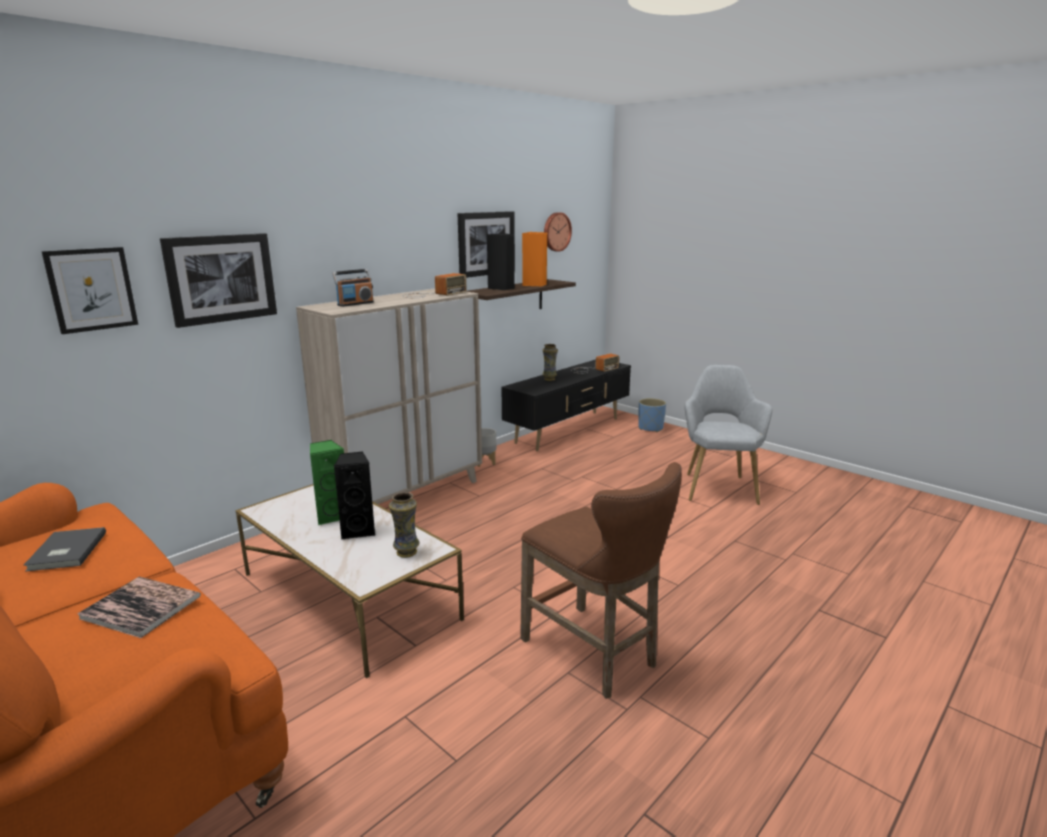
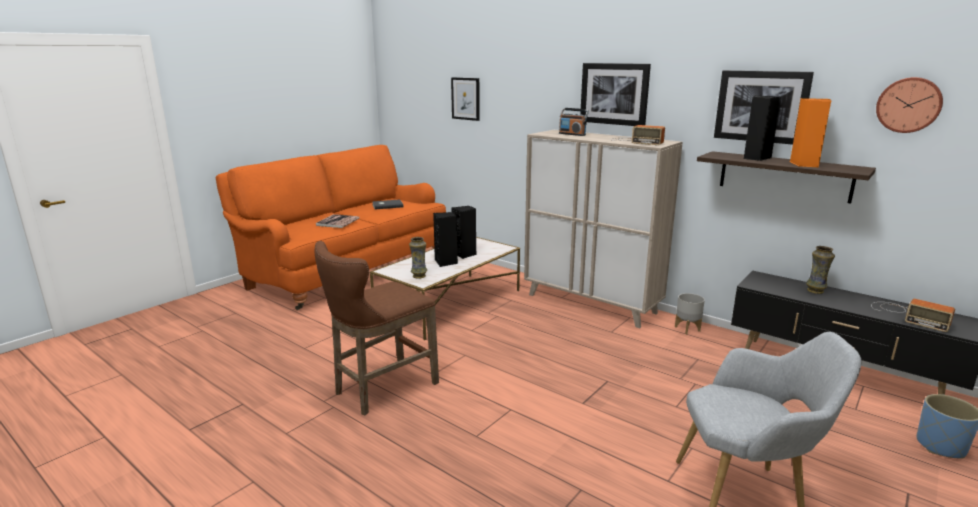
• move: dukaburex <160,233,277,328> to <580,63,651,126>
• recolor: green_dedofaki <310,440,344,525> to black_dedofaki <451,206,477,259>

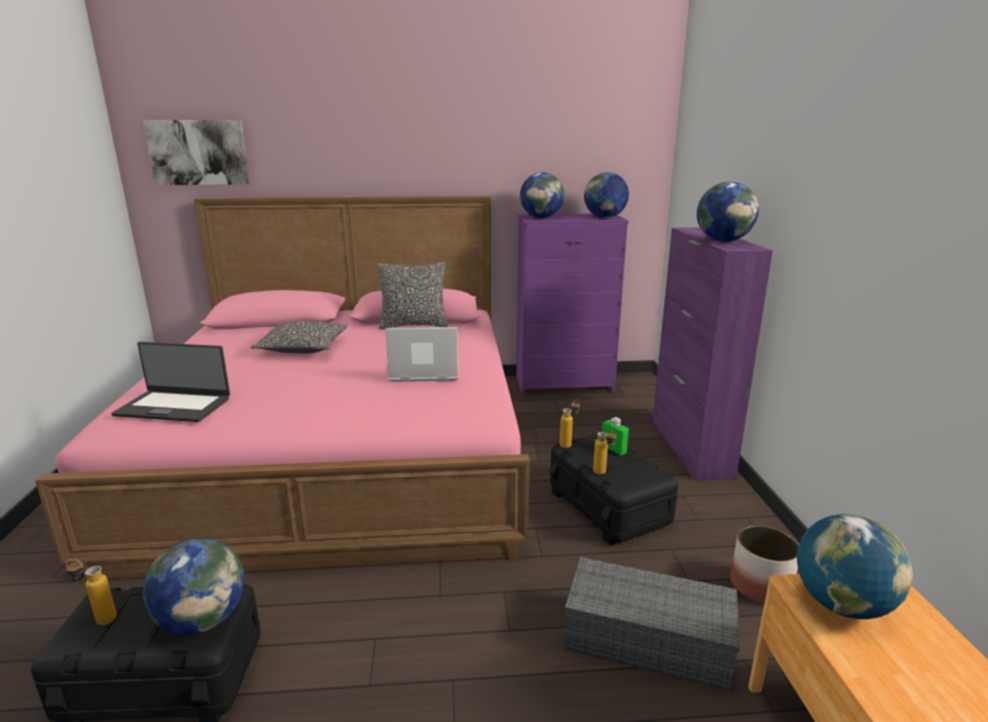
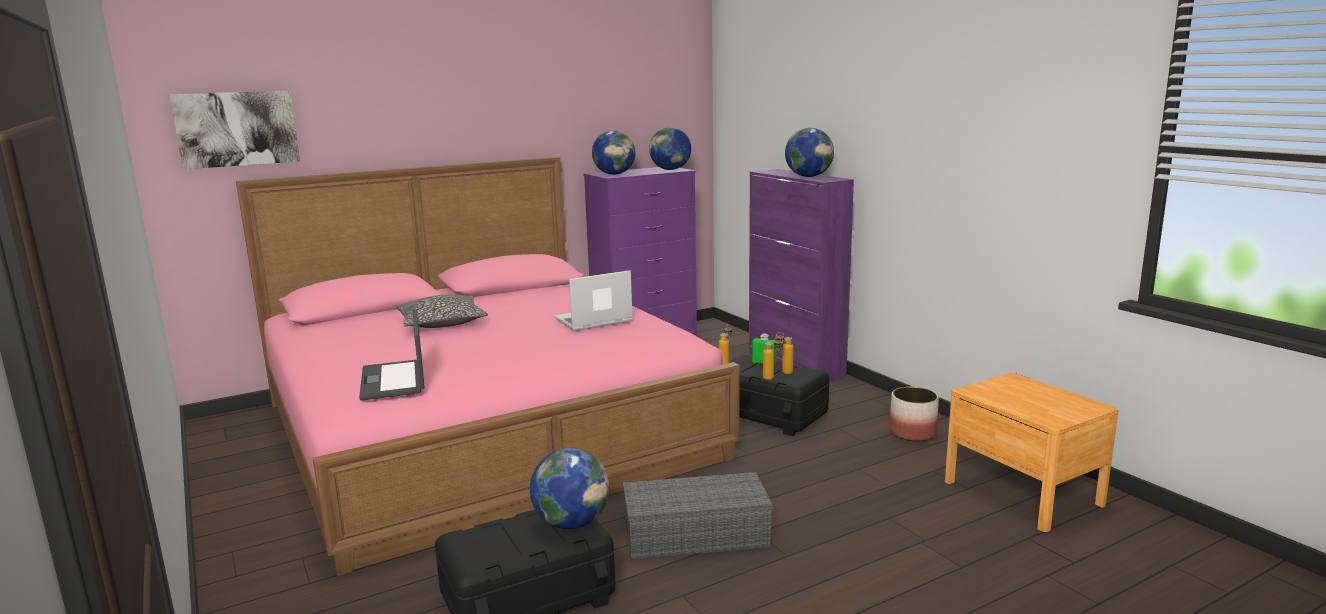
• delete: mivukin <378,262,448,329>
• delete: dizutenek <797,514,913,619>
• move: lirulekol <66,559,117,625> to <776,332,794,374>
• move: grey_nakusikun <564,557,740,691> to <623,472,773,560>
• rotate: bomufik <111,342,230,422> = <359,309,425,401> 90 degrees clockwise

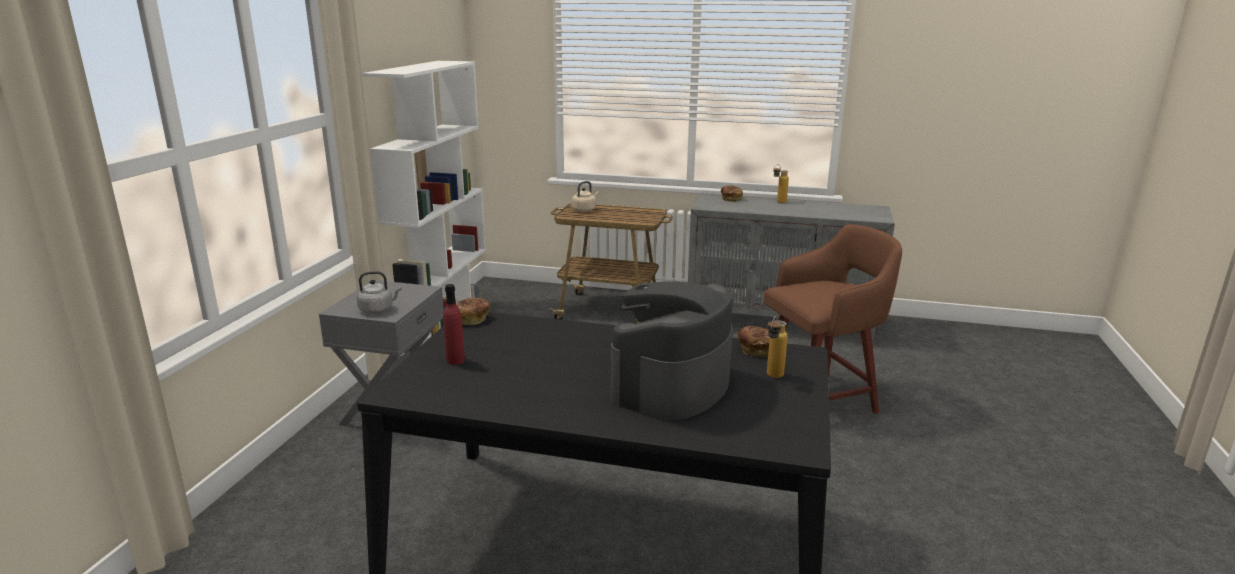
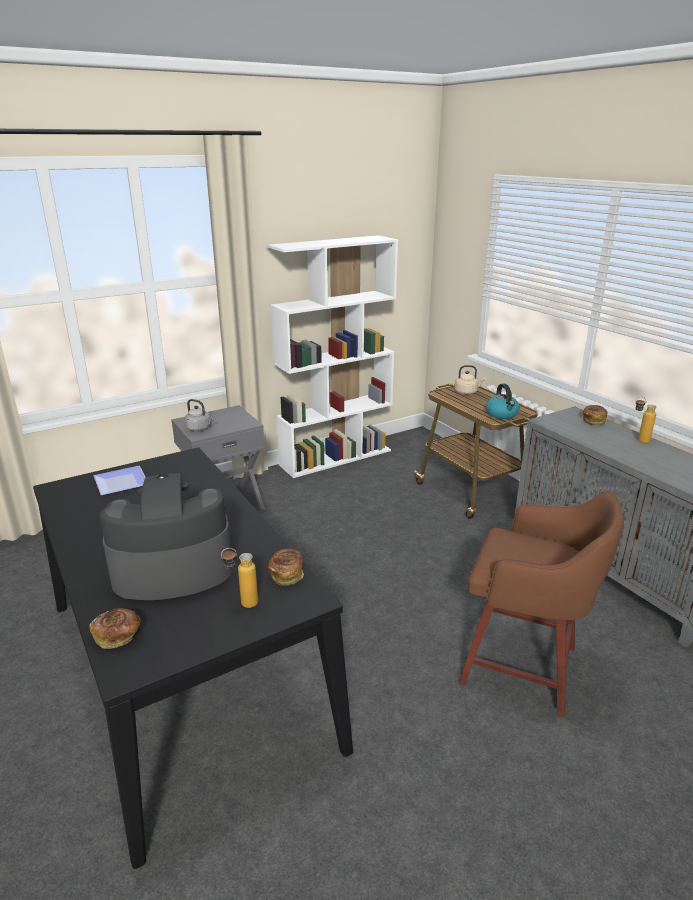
• insert: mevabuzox <486,384,520,419>
• move: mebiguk <457,298,490,325> to <89,608,141,649>
• replace: red_lirulekol <443,284,465,365> to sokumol <94,466,146,496>

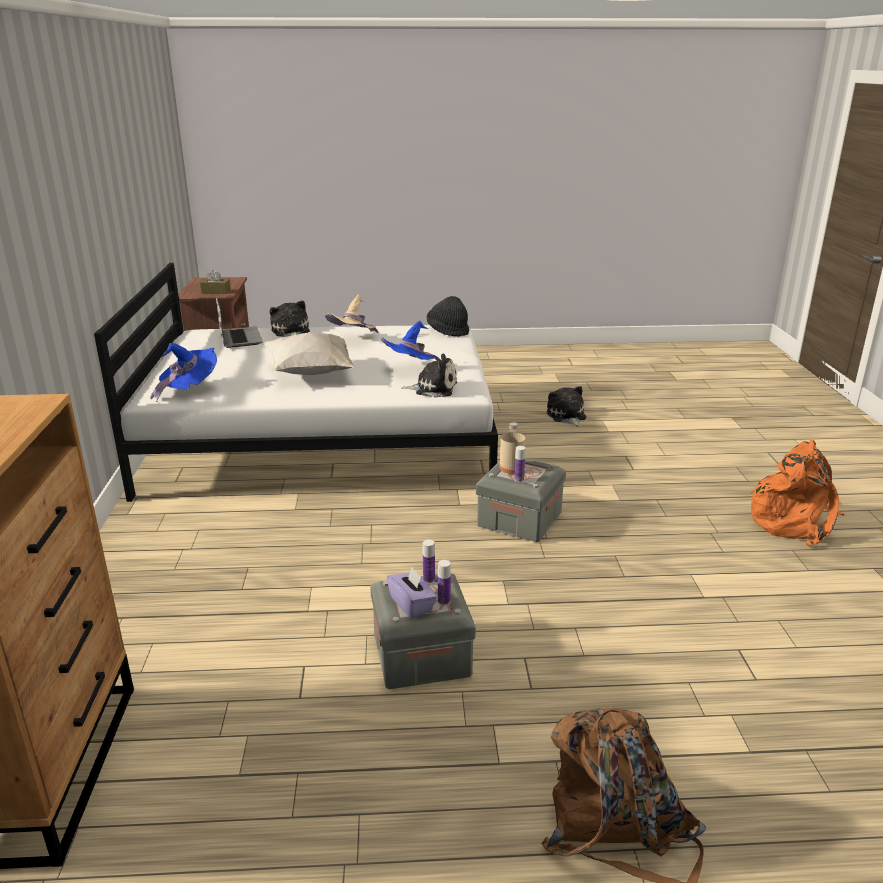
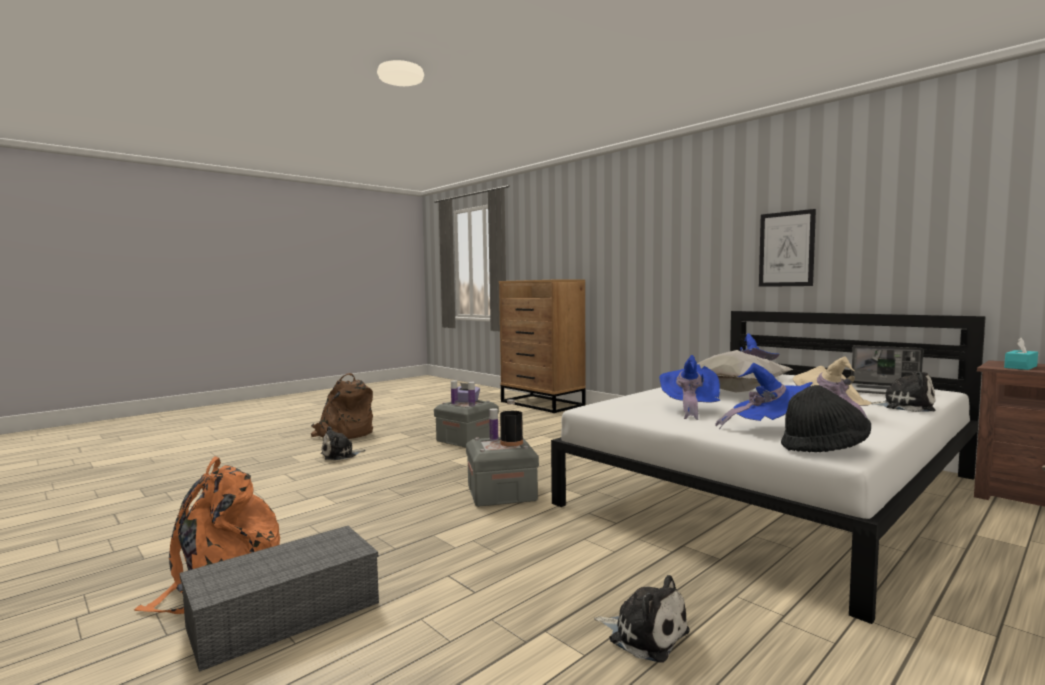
• insert: grey_nakusikun <180,526,379,672>
• insert: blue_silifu <715,363,813,430>
• insert: dukaburex <759,209,816,287>
• move: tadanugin <401,353,457,398> to <321,426,365,460>
• recolor: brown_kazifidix <200,270,231,294> to turquoise_kazifidix <1004,338,1038,370>
• recolor: beige_lirulekol <499,422,525,474> to black_lirulekol <500,399,523,447>

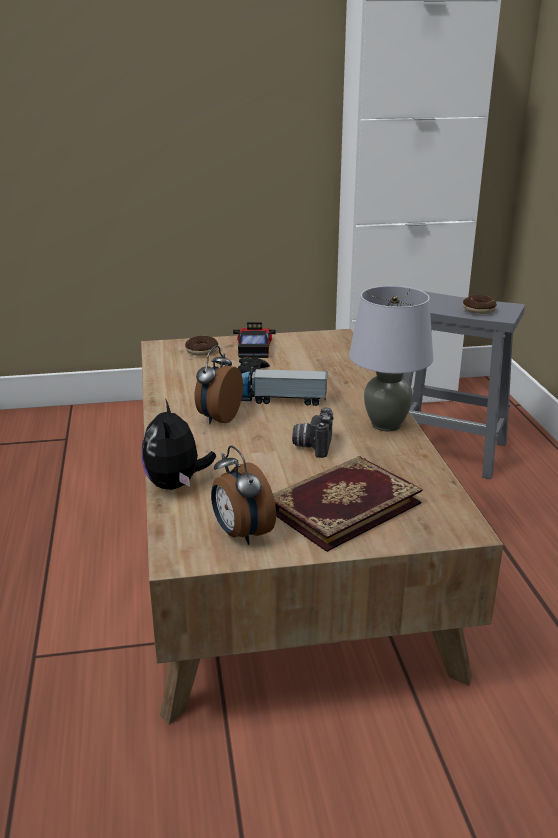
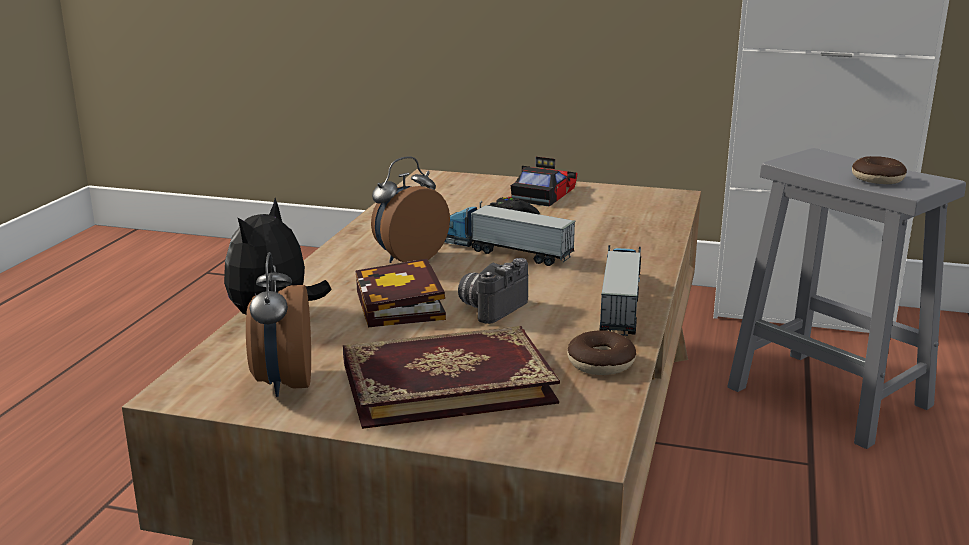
• insert: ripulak <355,259,446,327>
• move: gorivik <185,336,218,356> to <567,330,636,375>
• replace: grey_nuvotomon <349,286,434,432> to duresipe <600,245,641,336>

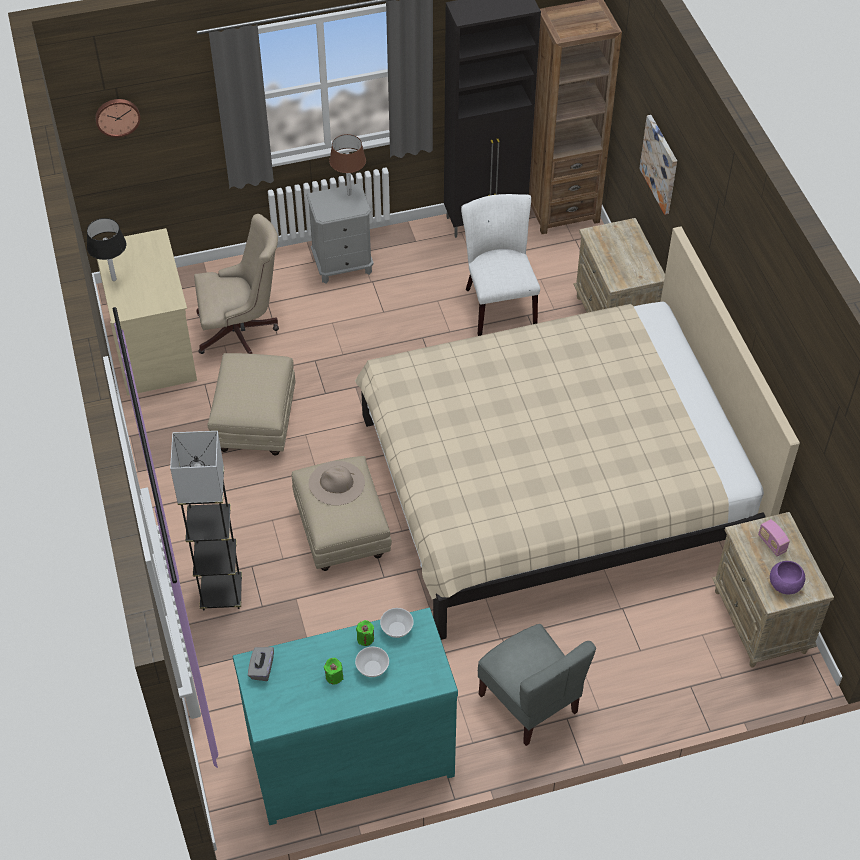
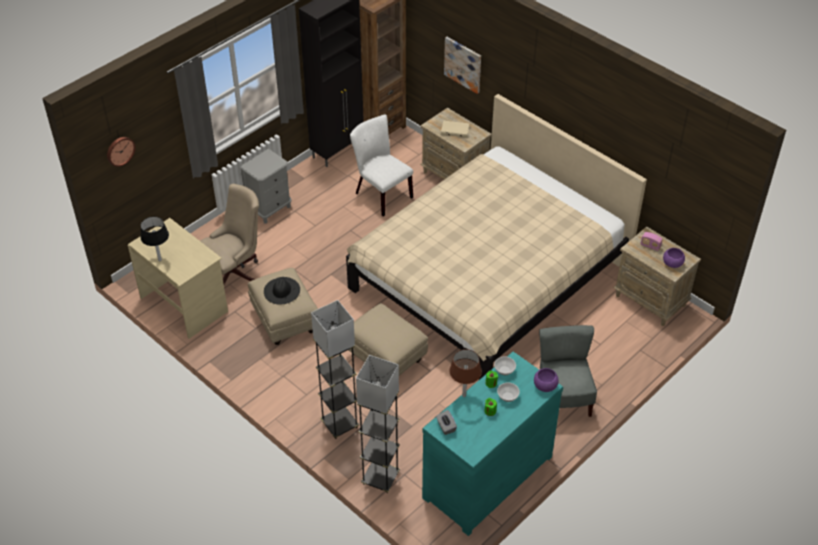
• delete: beige_silifu <309,461,365,506>
• insert: black_silifu <264,277,300,305>
• insert: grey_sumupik <356,355,400,493>
• insert: beige_ripulak <441,121,469,138>
• insert: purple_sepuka <534,368,559,392>
• move: brown_nuvotomon <329,134,366,196> to <449,349,482,397>
• rotate: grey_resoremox <478,624,596,746> = <539,325,597,417> 120 degrees counterclockwise

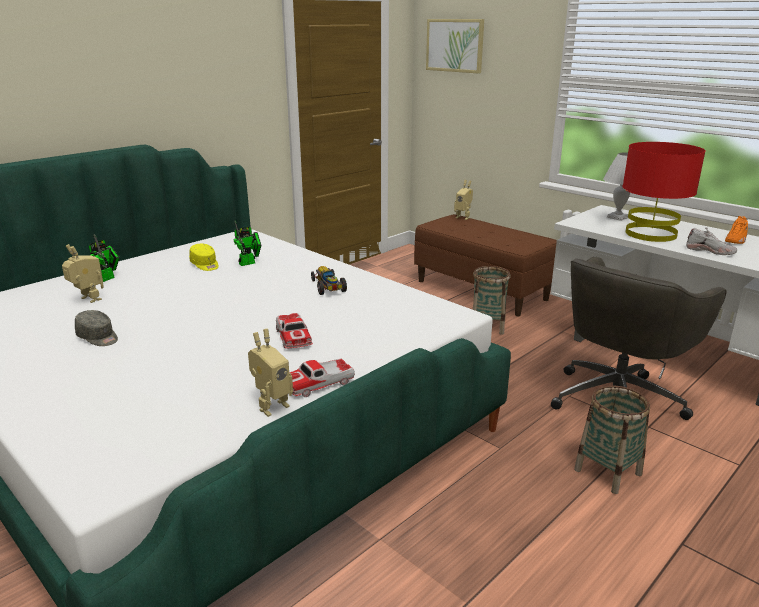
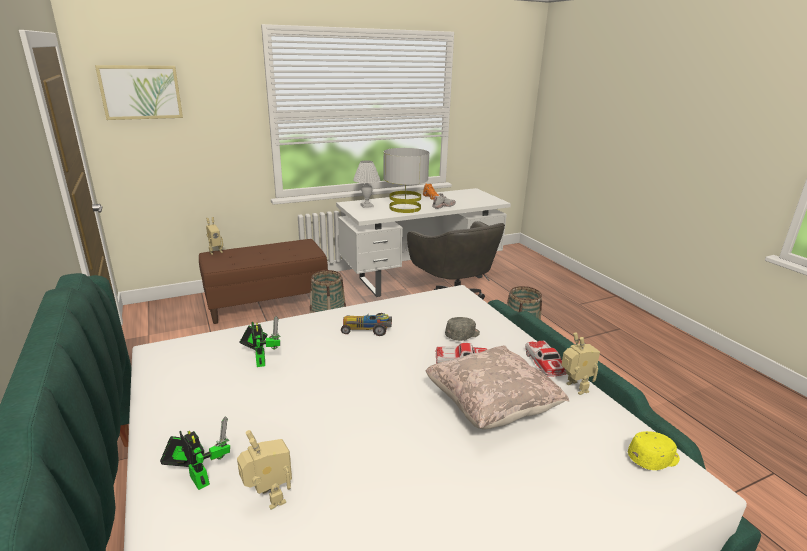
• insert: beige_mivukin <426,345,569,430>
• move: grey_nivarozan <75,310,118,346> to <445,317,480,341>
• move: yellow_nivarozan <189,244,219,271> to <628,431,680,470>
• recolor: red_nuvotomon <622,142,706,242> to grey_nuvotomon <383,148,429,213>
• rotate: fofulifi <62,244,104,303> = <237,430,292,510> 90 degrees clockwise

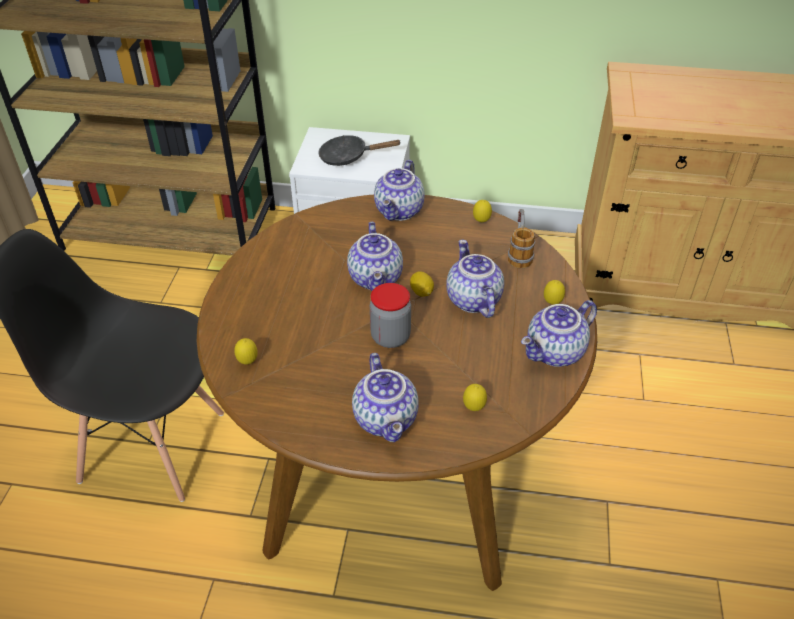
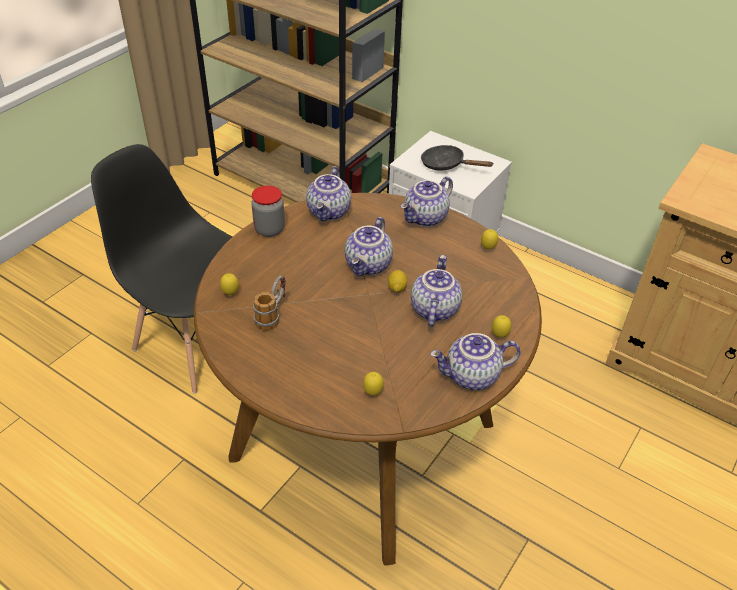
• move: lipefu <352,353,419,442> to <306,166,351,221>
• move: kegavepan <370,283,411,348> to <251,186,285,237>
• move: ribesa <508,209,535,268> to <253,276,285,331>

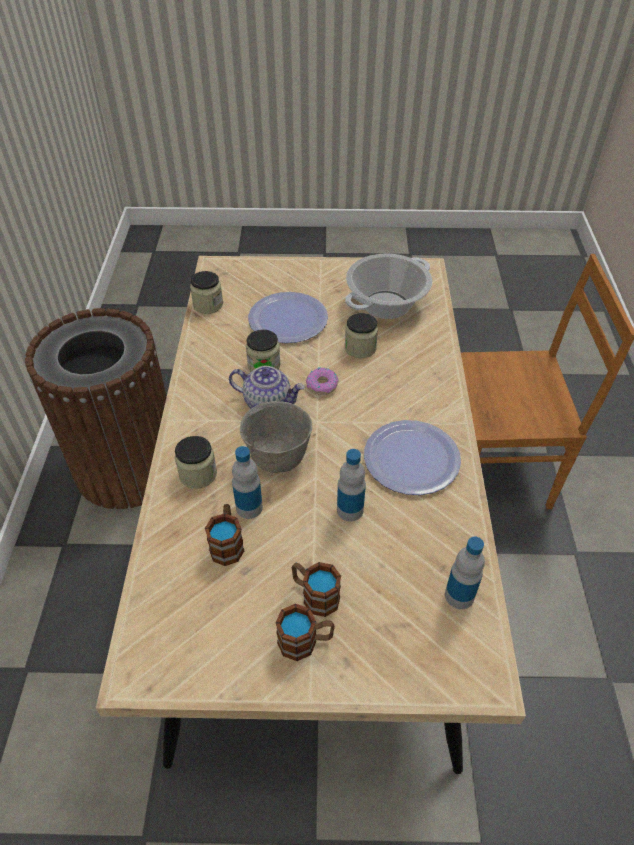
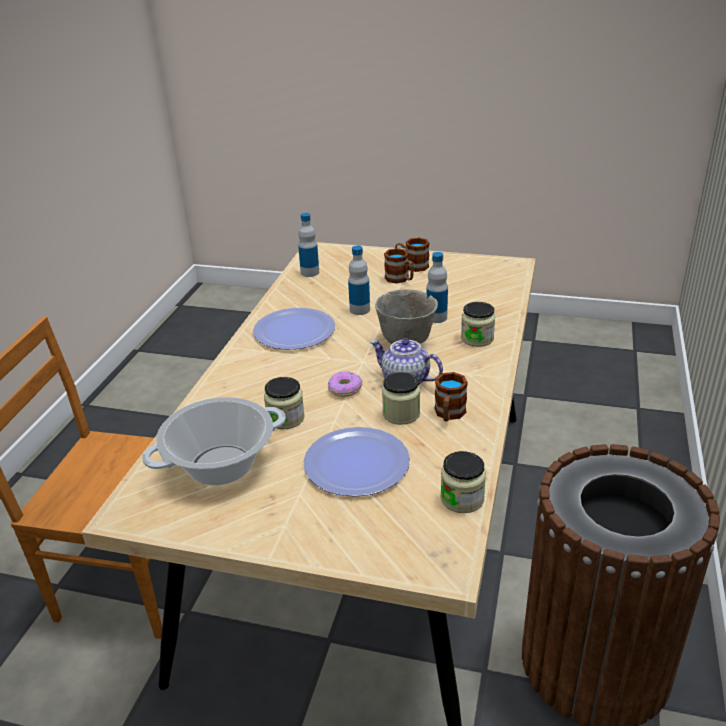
• move: ribesa <205,504,244,566> to <434,372,468,421>

